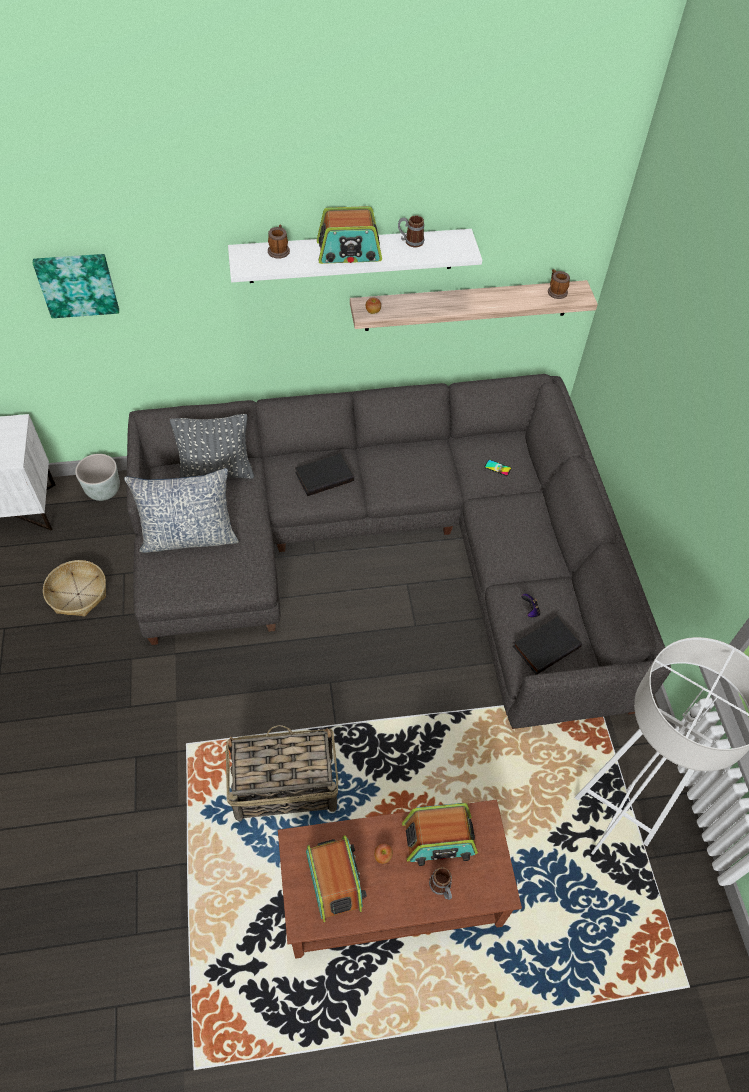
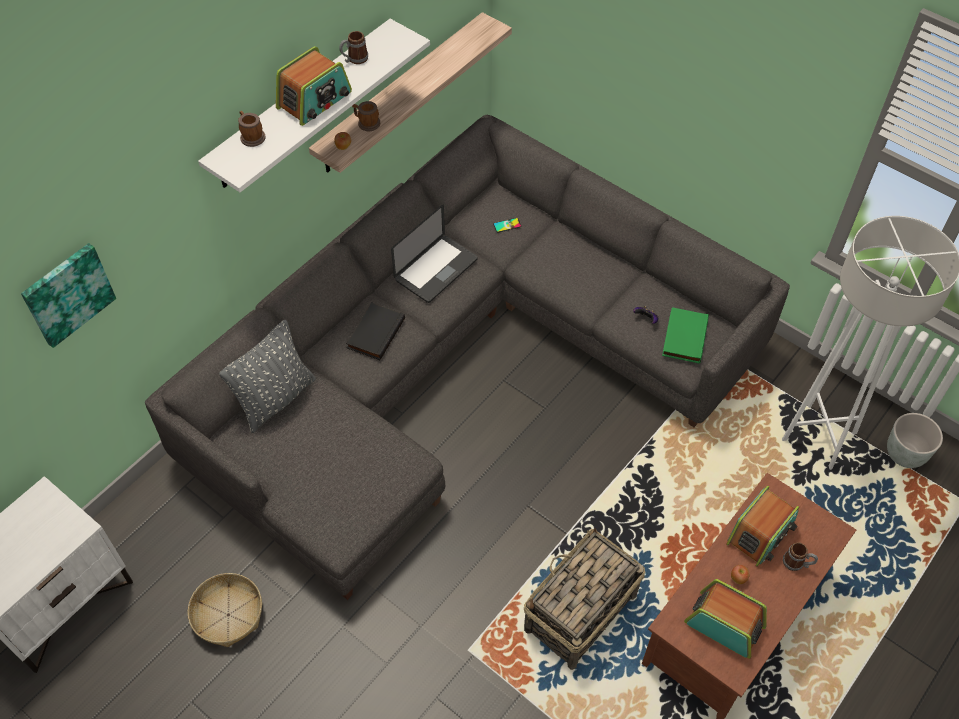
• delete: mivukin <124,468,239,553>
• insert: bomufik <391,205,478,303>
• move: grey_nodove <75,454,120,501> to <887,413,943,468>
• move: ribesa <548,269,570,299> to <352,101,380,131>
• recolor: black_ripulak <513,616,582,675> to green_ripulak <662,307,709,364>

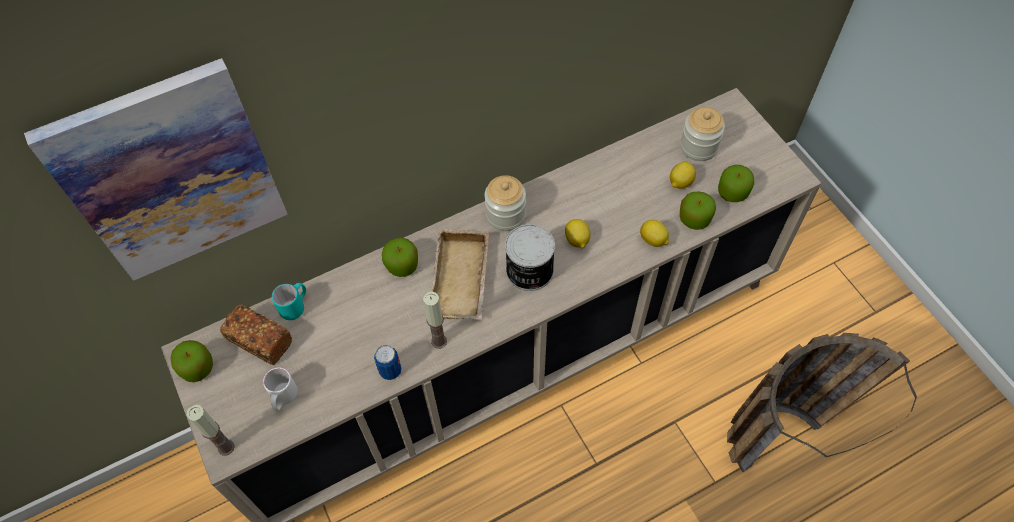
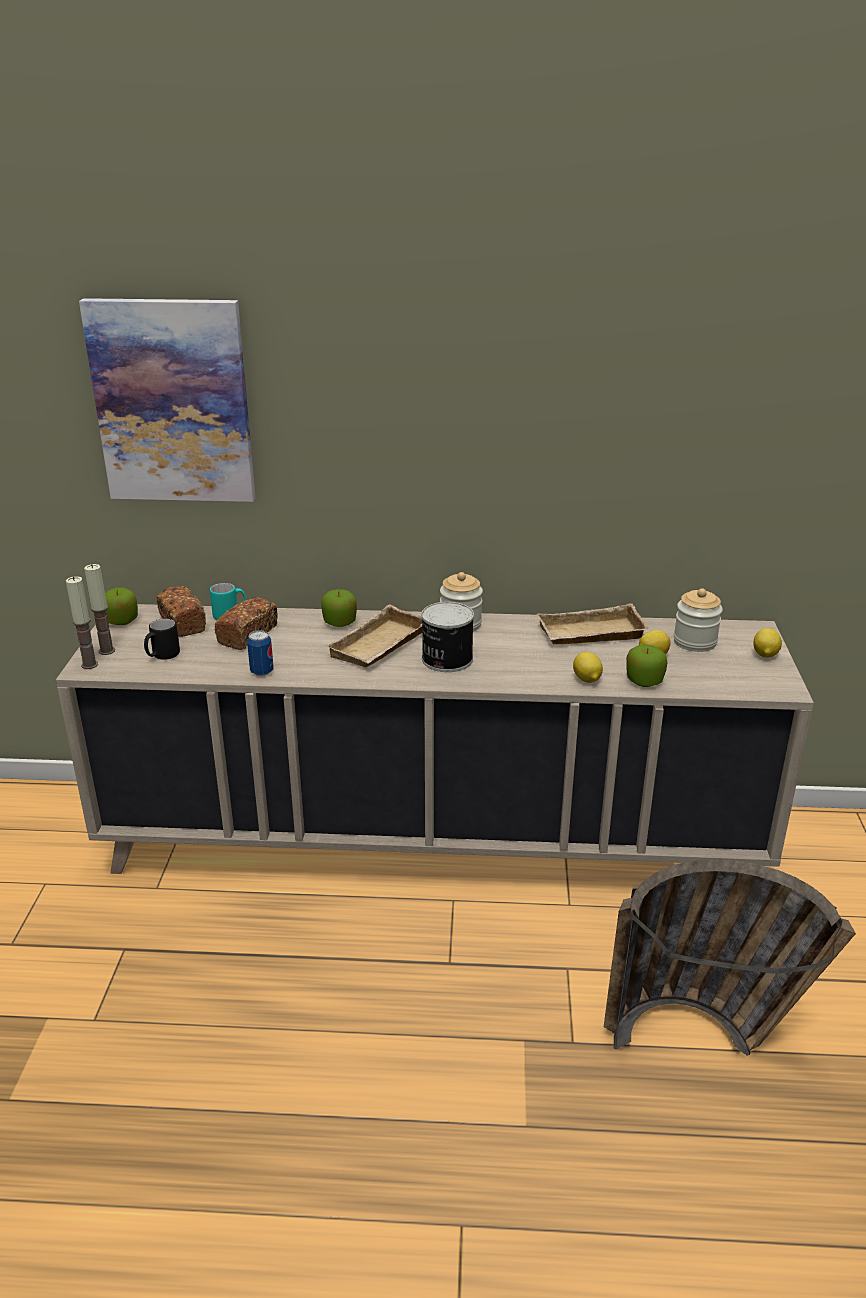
• delete: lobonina <718,165,754,202>
• insert: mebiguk <214,597,278,650>
• insert: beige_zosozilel <537,603,650,644>
• move: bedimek <423,292,447,349> to <84,564,115,655>
• move: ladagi <565,219,591,249> to <754,628,782,658>
• recolor: white_ribesa <263,368,298,411> to black_ribesa <144,618,180,660>

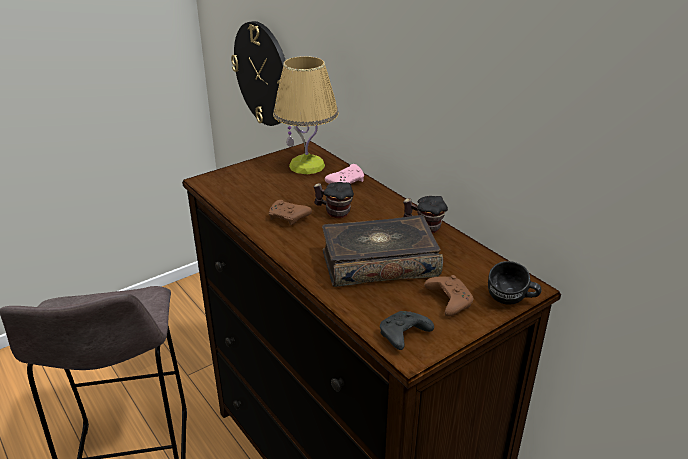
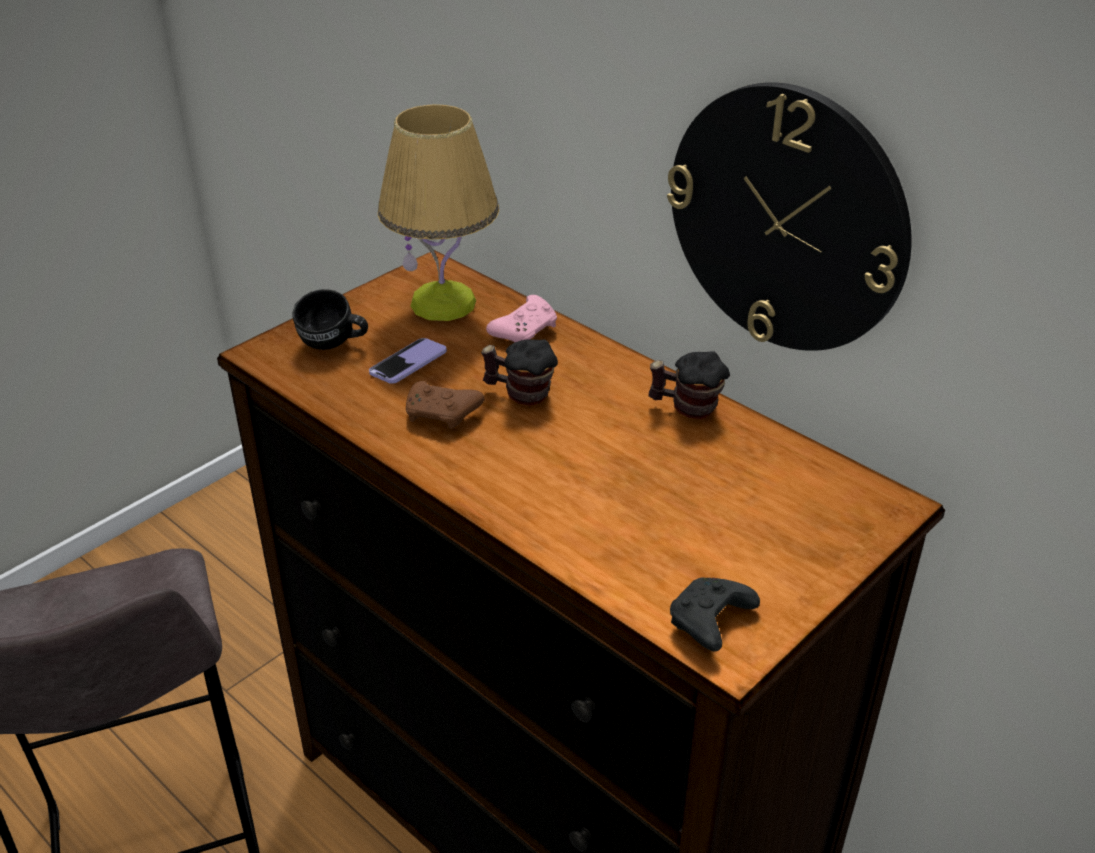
• delete: ripulak <322,215,443,287>
• delete: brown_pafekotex <424,275,473,317>
• insert: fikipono <369,338,447,384>
• move: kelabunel <231,21,285,126> to <667,82,911,351>
• move: black_ribesa <488,261,541,305> to <293,289,368,350>

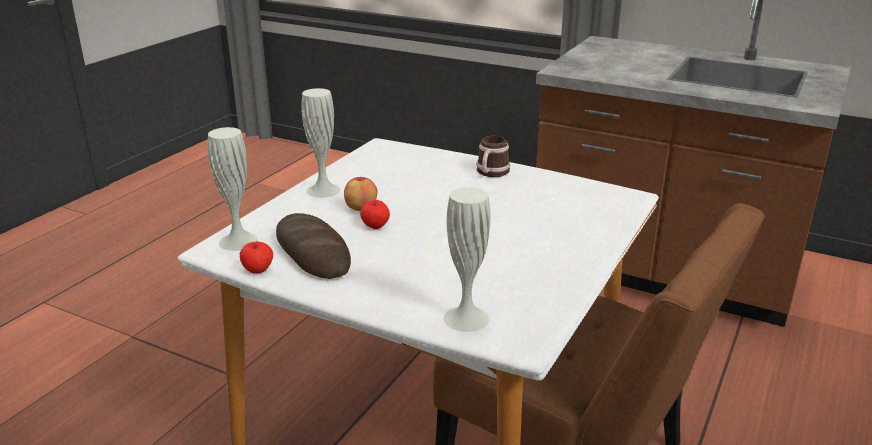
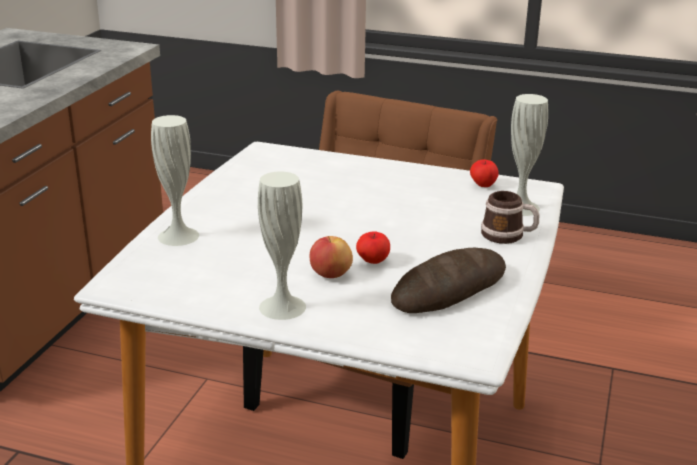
• move: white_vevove <208,127,258,251> to <151,115,199,246>
• move: lobonina <240,241,273,274> to <470,159,499,187>
• move: ribesa <476,136,510,177> to <481,191,540,244>

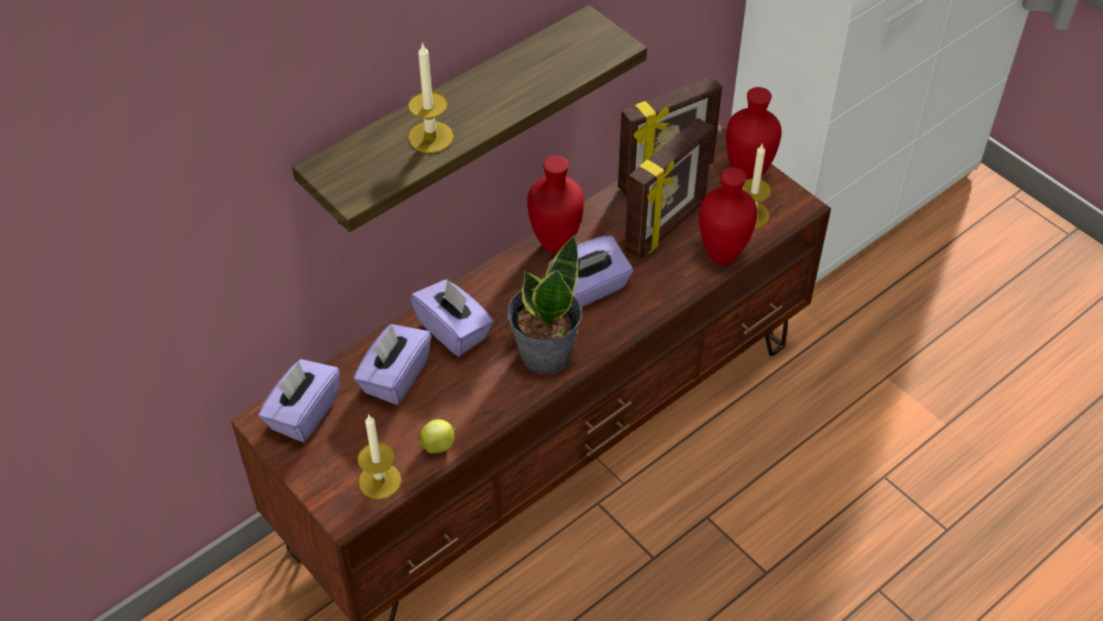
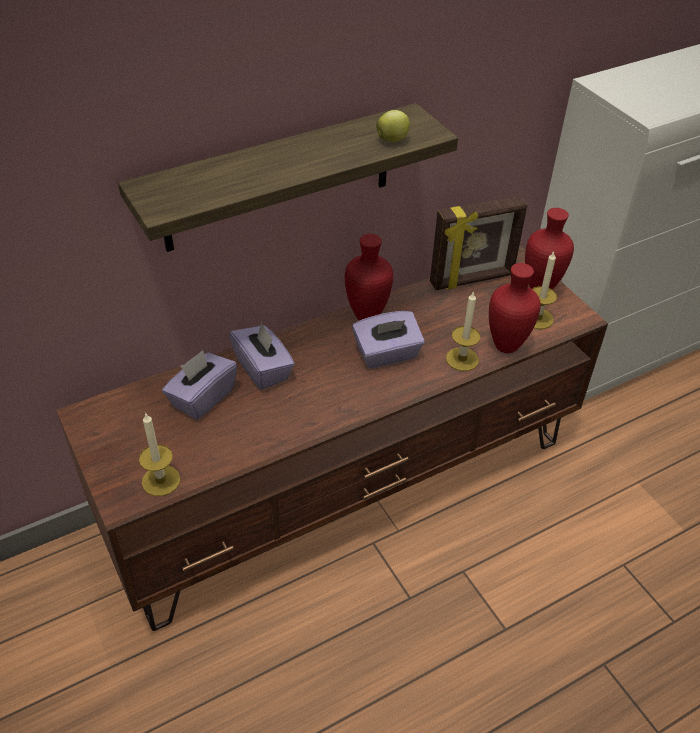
• delete: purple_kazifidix <258,359,340,442>
• delete: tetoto <507,234,582,374>
• delete: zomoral <625,118,714,260>
• move: bedimek <408,42,453,153> to <446,291,481,371>
• move: lobonina <418,419,456,454> to <376,110,411,142>

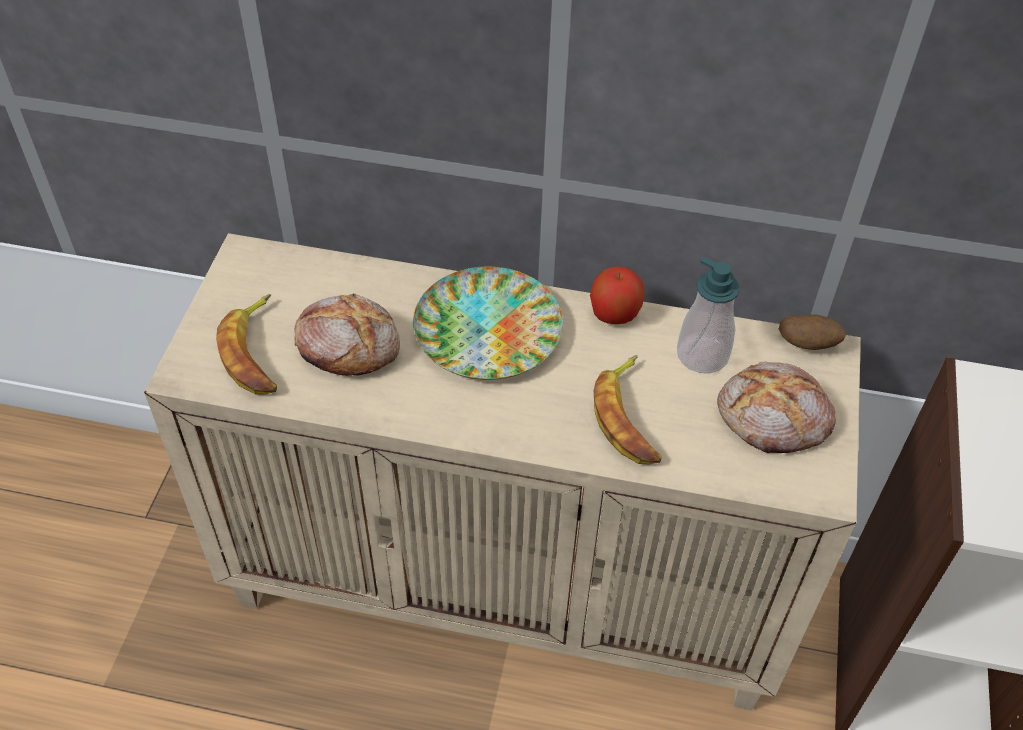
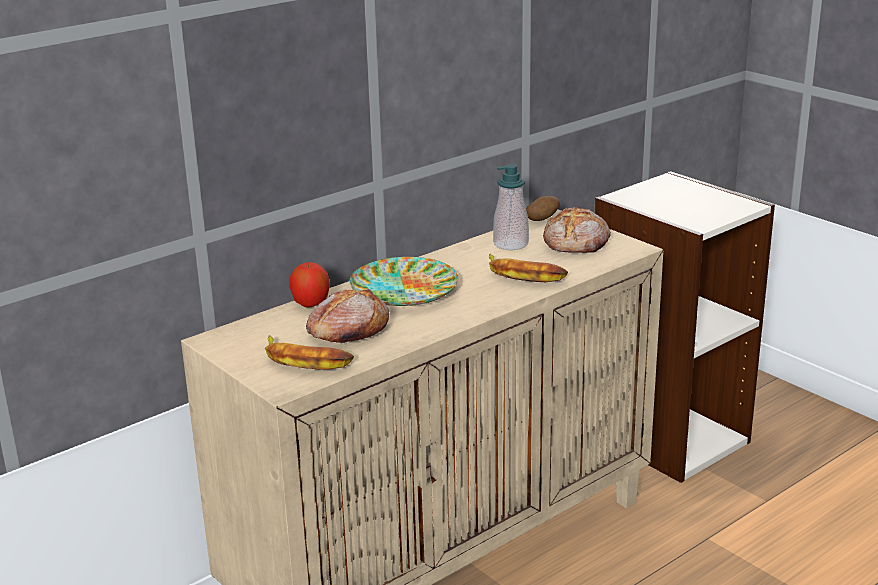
• move: lobonina <590,266,644,324> to <289,262,330,307>

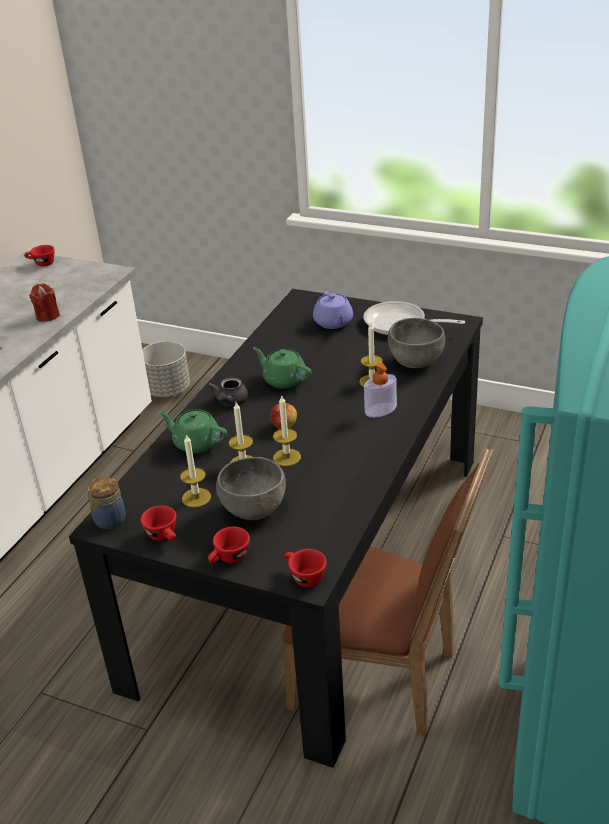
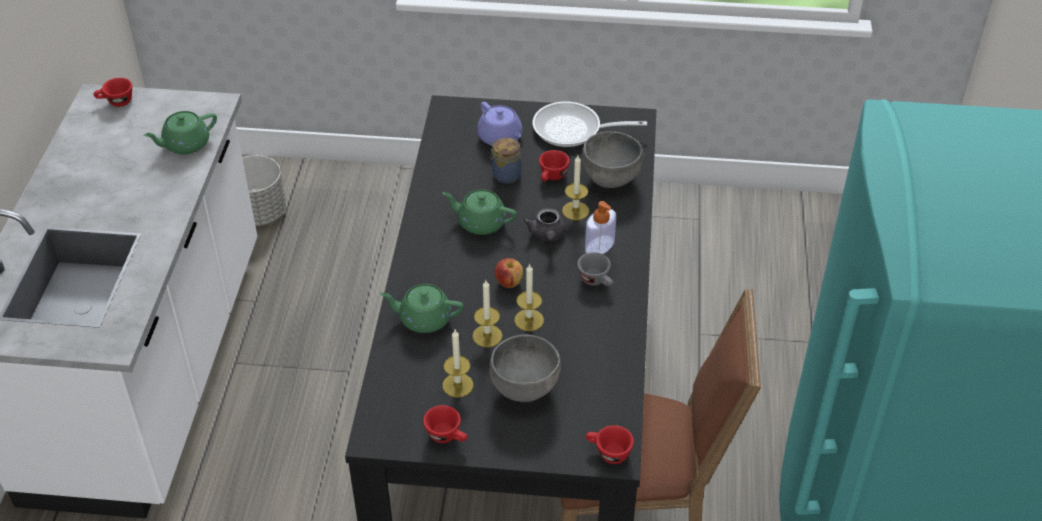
• delete: red_bedimek <29,283,60,322>
• insert: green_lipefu <143,111,217,154>
• insert: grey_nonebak <577,252,613,286>
• move: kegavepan <87,477,126,529> to <490,138,521,184>
• move: grey_lipefu <207,377,248,406> to <523,208,566,242>
• move: red_nonebak <208,527,250,563> to <539,150,570,182>

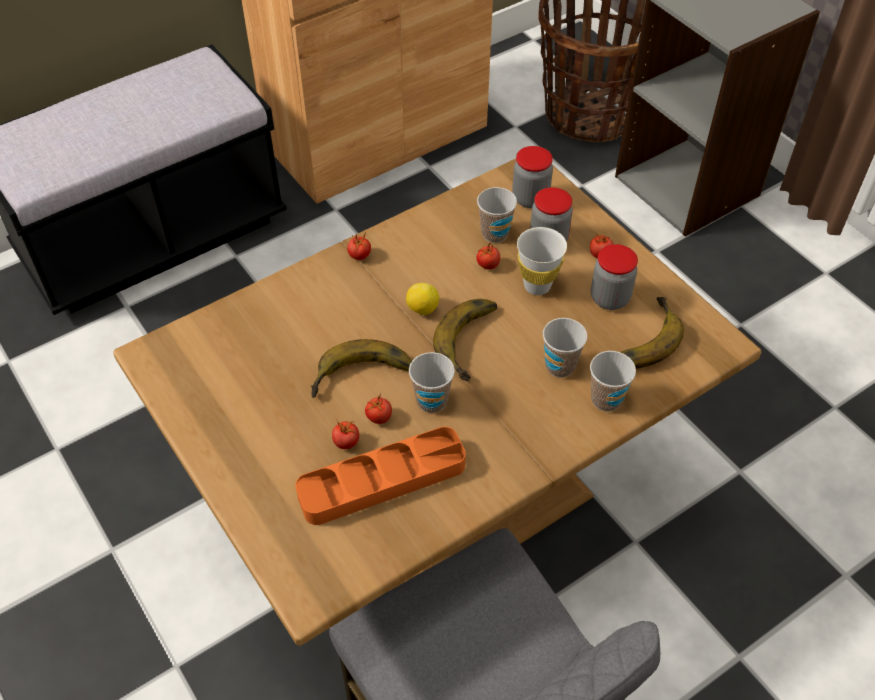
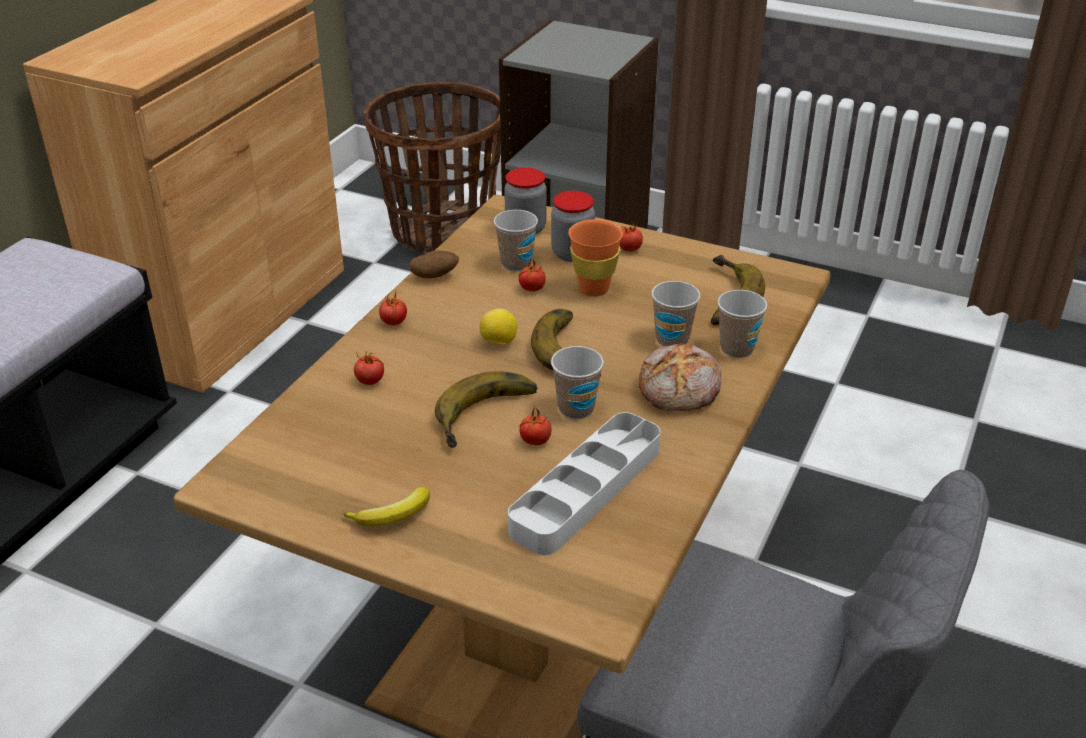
• delete: kegavepan <591,244,638,310>
• insert: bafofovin <343,486,430,526>
• insert: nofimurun <409,251,459,278>
• insert: mebiguk <639,343,721,411>
• move: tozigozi <332,420,359,449> to <354,351,384,385>
• recolor: orange_zosozilel <295,427,466,525> to grey_zosozilel <508,412,661,555>
• recolor: white_nonebak <517,227,567,295> to orange_nonebak <568,219,623,297>

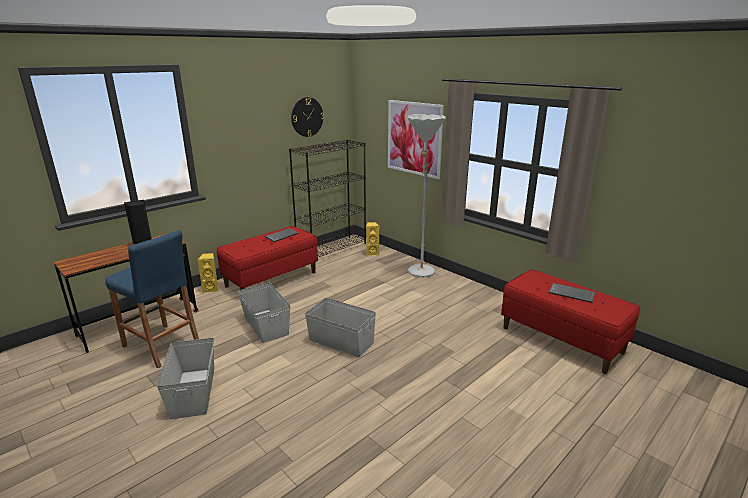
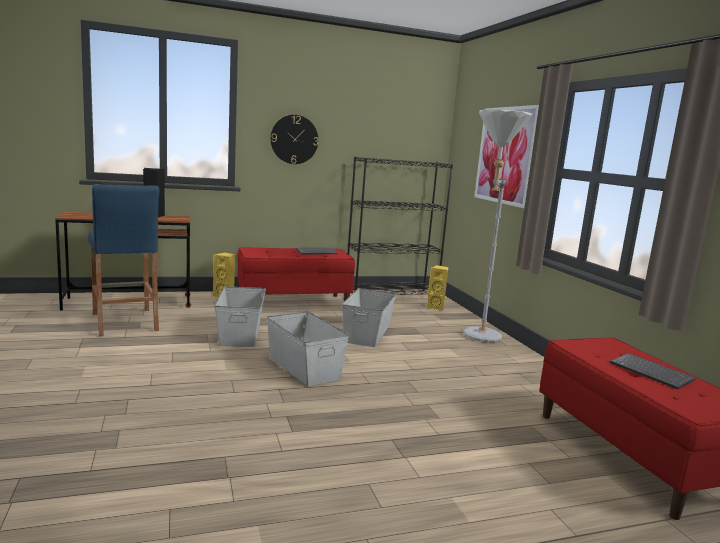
• move: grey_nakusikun <156,338,214,419> to <342,288,396,347>
• move: kelabunel <291,97,324,137> to <270,115,318,164>

